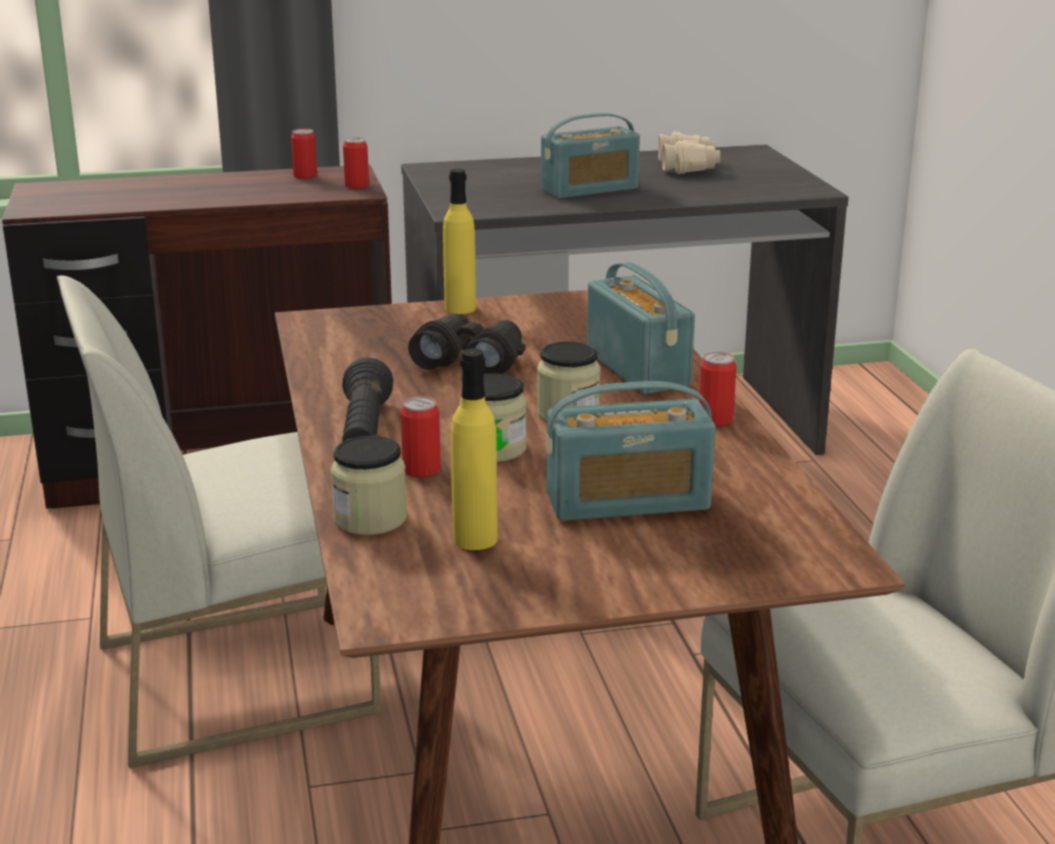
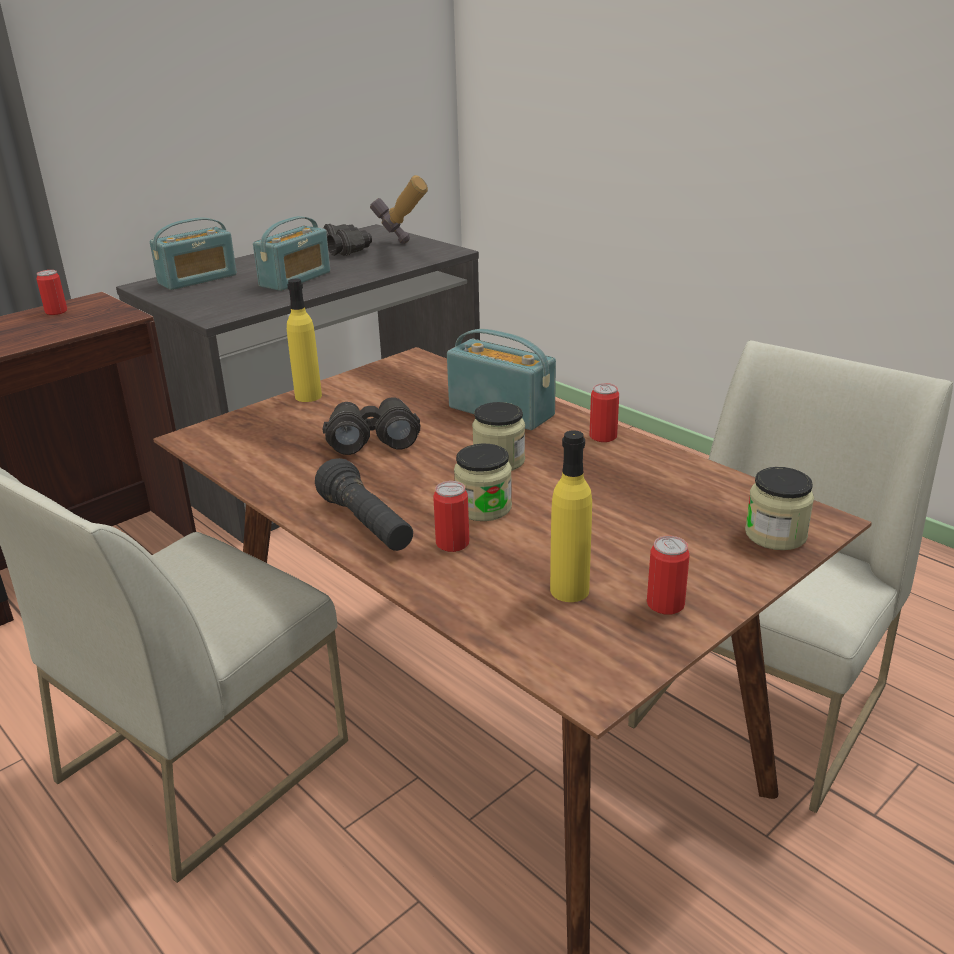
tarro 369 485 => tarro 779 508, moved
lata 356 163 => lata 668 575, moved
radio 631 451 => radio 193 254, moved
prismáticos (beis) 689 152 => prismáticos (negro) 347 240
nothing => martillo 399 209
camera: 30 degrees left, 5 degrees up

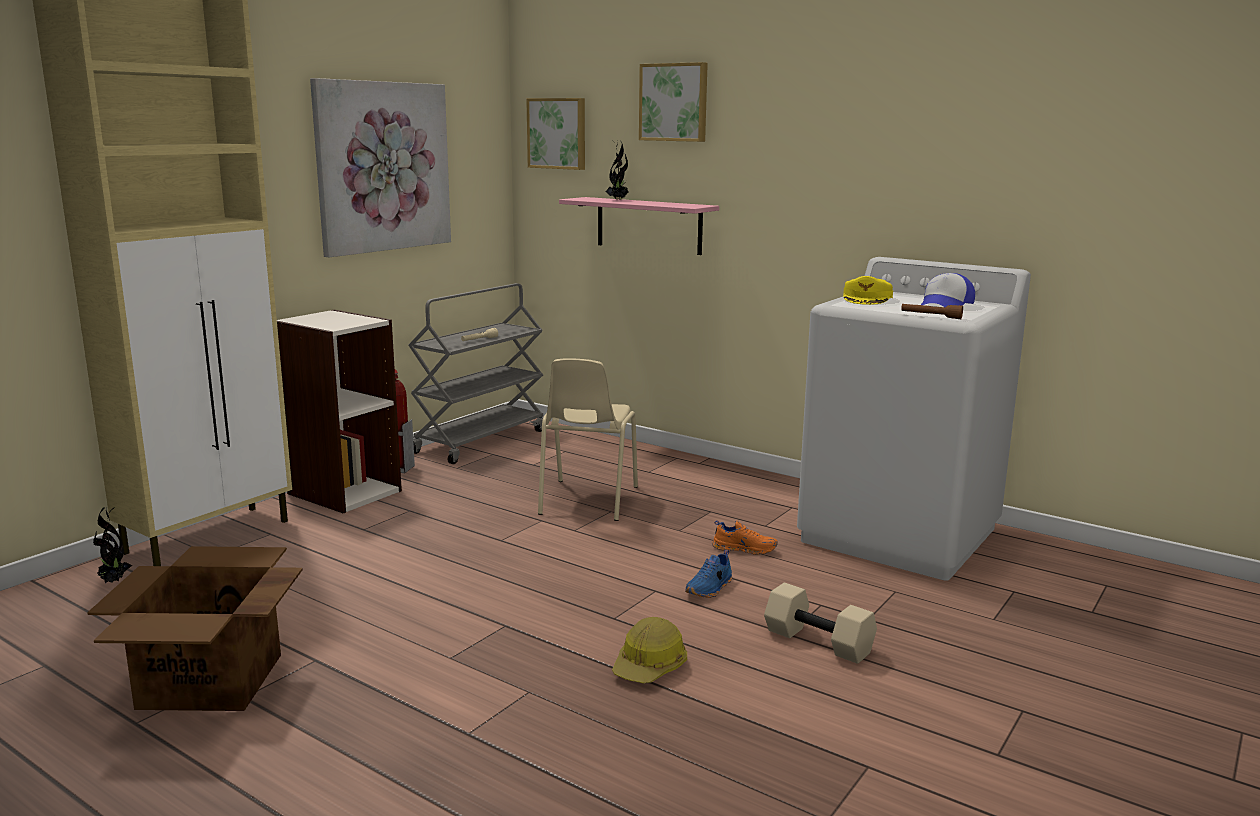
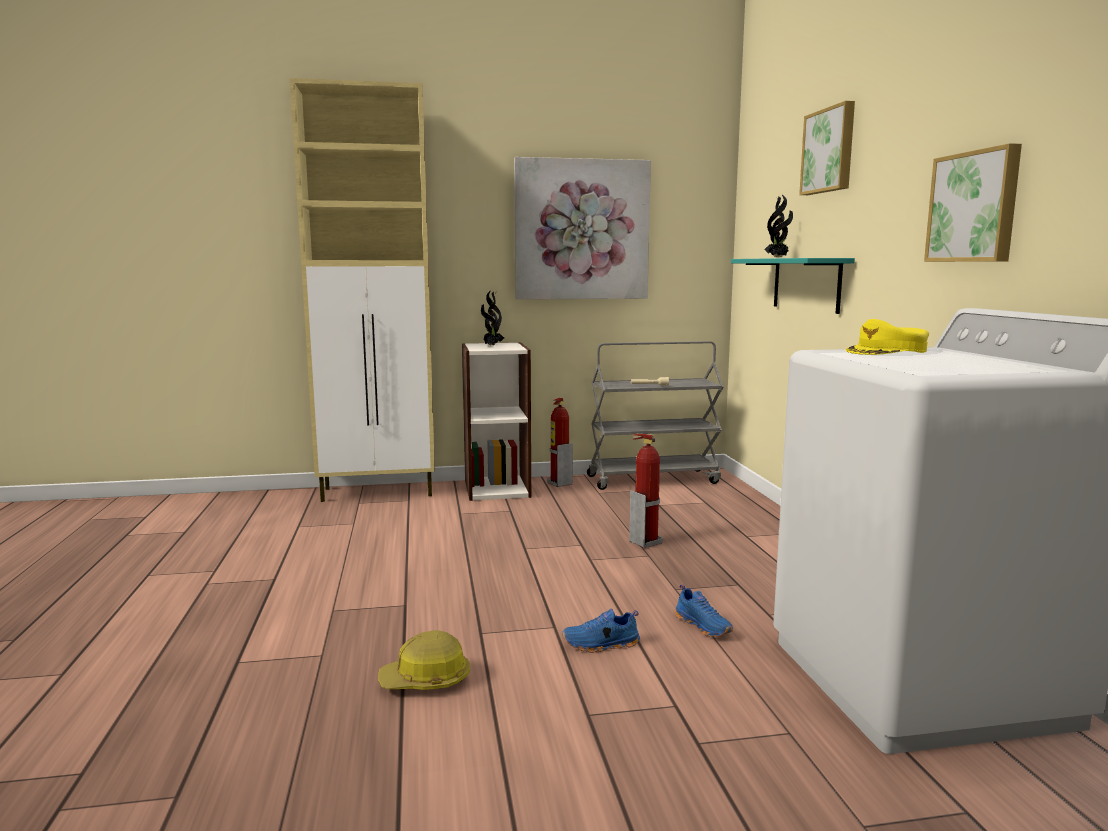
caja de cartón 195 628 => nothing
planta en maceta 112 545 => planta en maceta 492 317, moved
cuadro 555 134 => cuadro 973 202, moved
silla (beis) 588 439 => extintor 646 490
estante (rosa) 639 226 => estante (turquesa) 793 286
zapato (naranja) 745 537 => zapato (azul) 704 610
mancuerna (beis) 820 623 => nothing
linterna (marrón) 932 311 => nothing
gorra 948 290 => nothing
camera: 45 degrees right, 5 degrees down

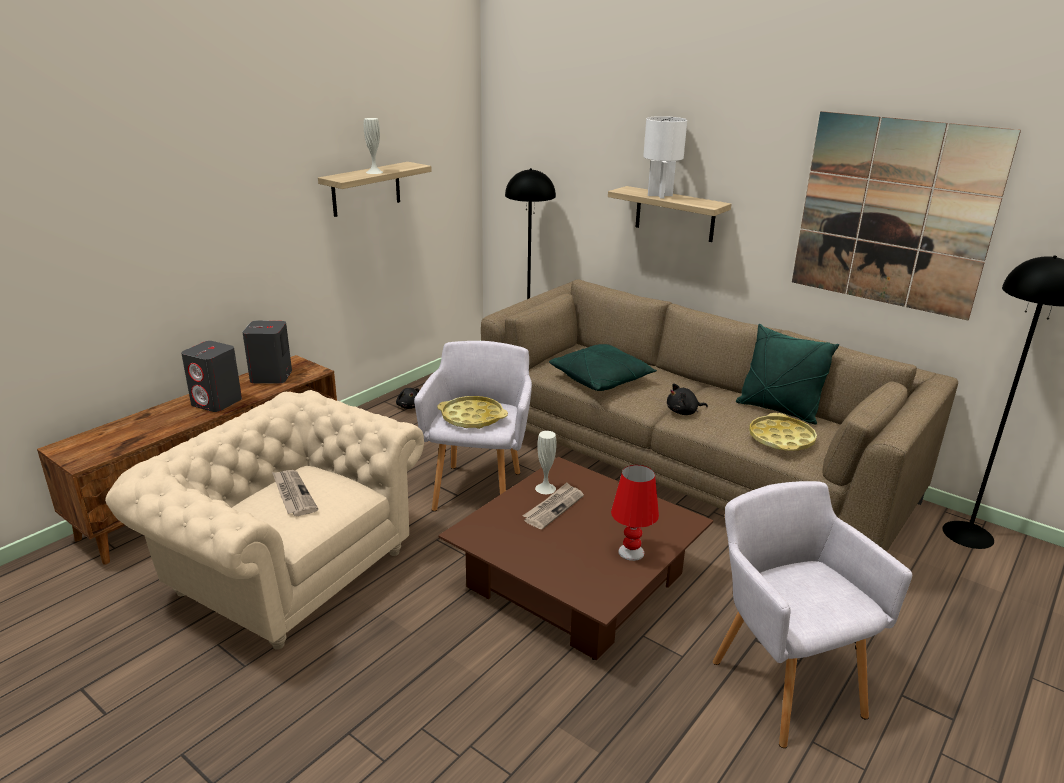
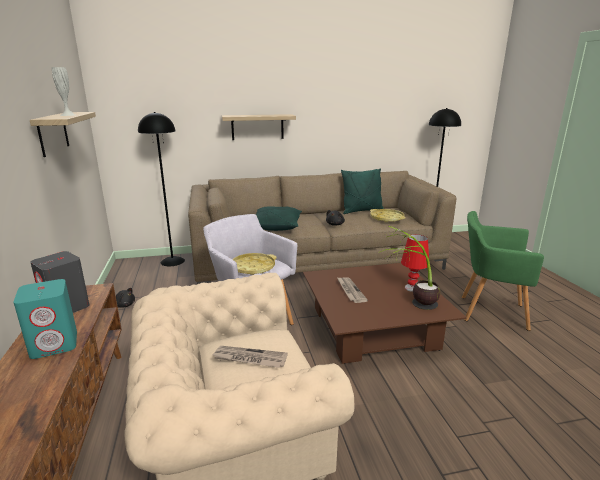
altavoz (gris) 211 376 => altavoz (turquesa) 45 319
florero (blanco) 546 462 => nothing
lámpara de mesa (blanco) 665 157 => nothing
sillón (gris) 812 614 => sillón (verde) 503 271
cuadro 906 215 => nothing
nothing => planta en maceta 410 267
camera: 50 degrees left, 5 degrees down

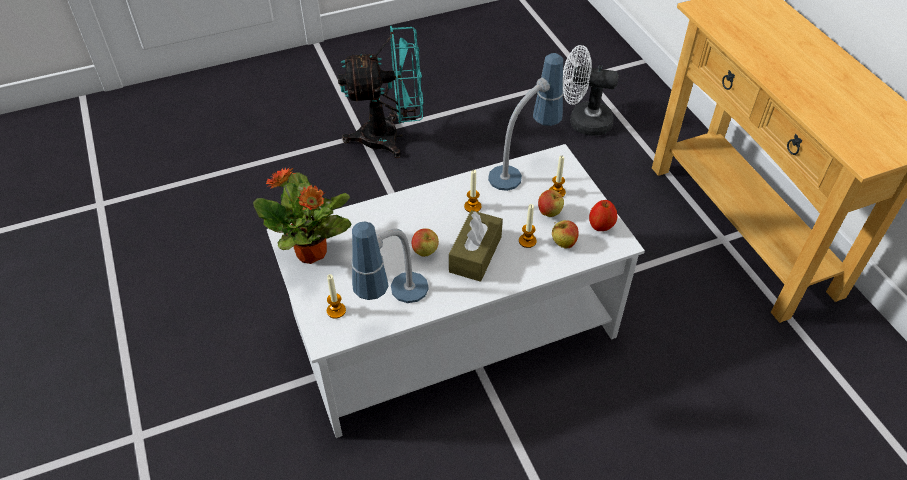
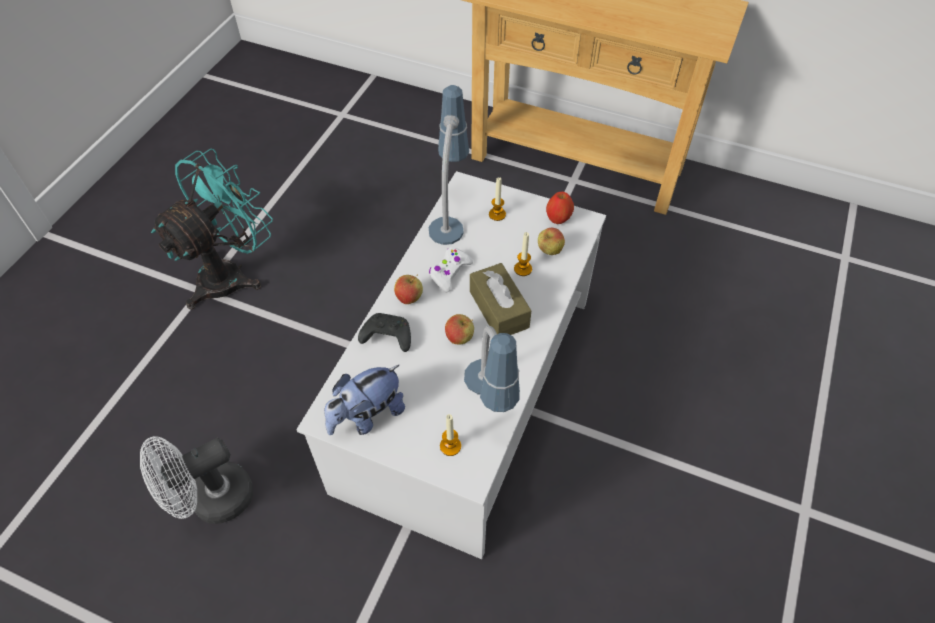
planta en maceta 302 215 => peluche 364 400
vela 472 191 => mando de consola (blanco) 451 269
manzana 551 203 => manzana 408 289, moved
ventilador (blanco) 591 90 => ventilador (blanco) 196 480, moved
nothing => mando de consola (negro) 384 332
camera: 45 degrees left, 5 degrees up

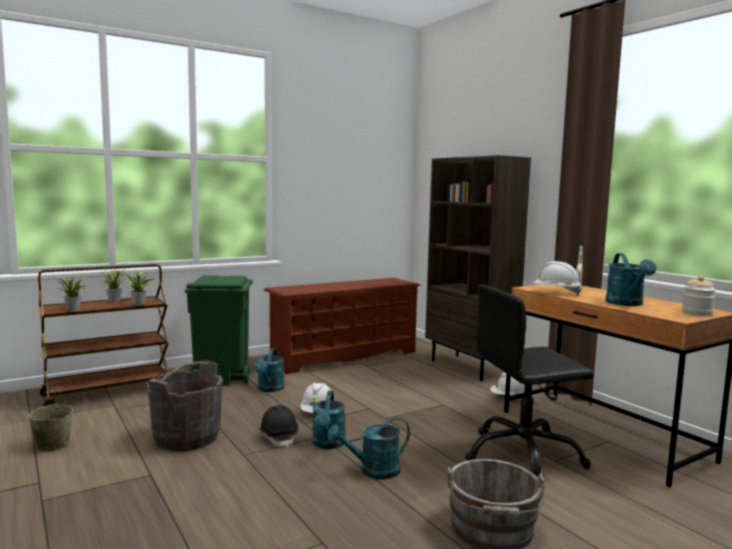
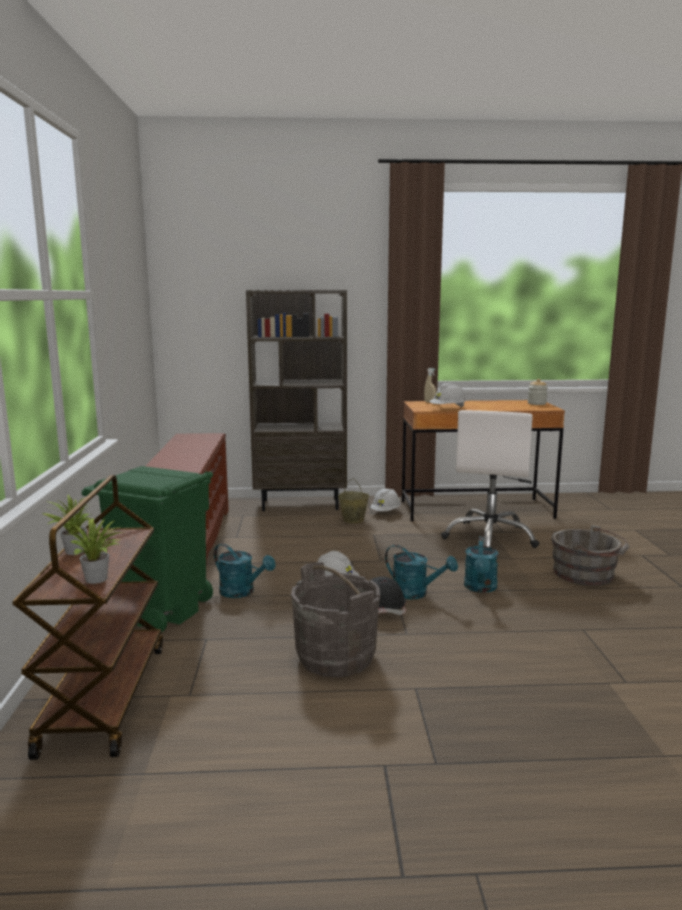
cubo (beis) 50 420 => cubo (beis) 353 500, moved
planta en maceta 139 287 => nothing
silla de oficina (negro) 529 380 => silla de oficina (blanco) 490 479
regadera (turquesa) 631 279 => nothing
camera: 60 degrees left, 5 degrees up

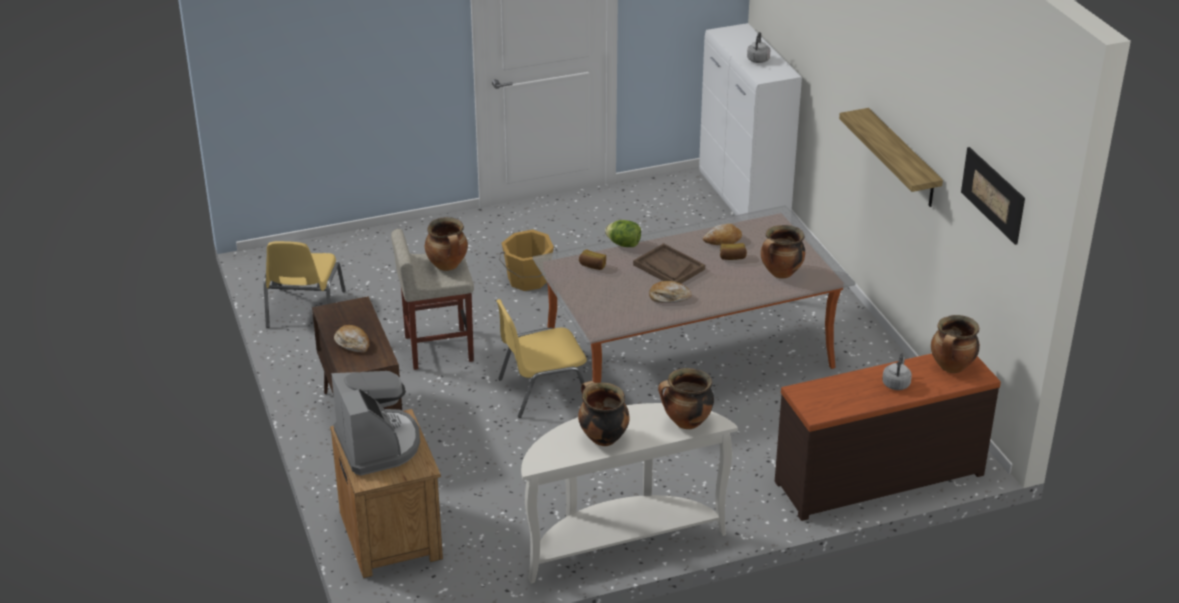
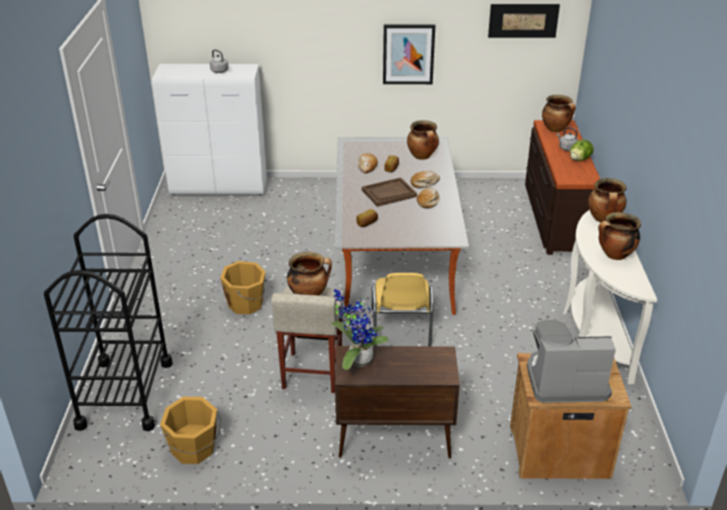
silla (amarillo) 305 284 => cubo (naranja) 190 430
pan 352 339 => pan 425 179, moved
lechuga 623 233 => lechuga 582 150, moved
estante 891 157 => cuadro 409 54
nothing => carrito (negro) 108 322
nothing => planta en maceta 359 329
camera: 70 degrees left, 0 degrees up

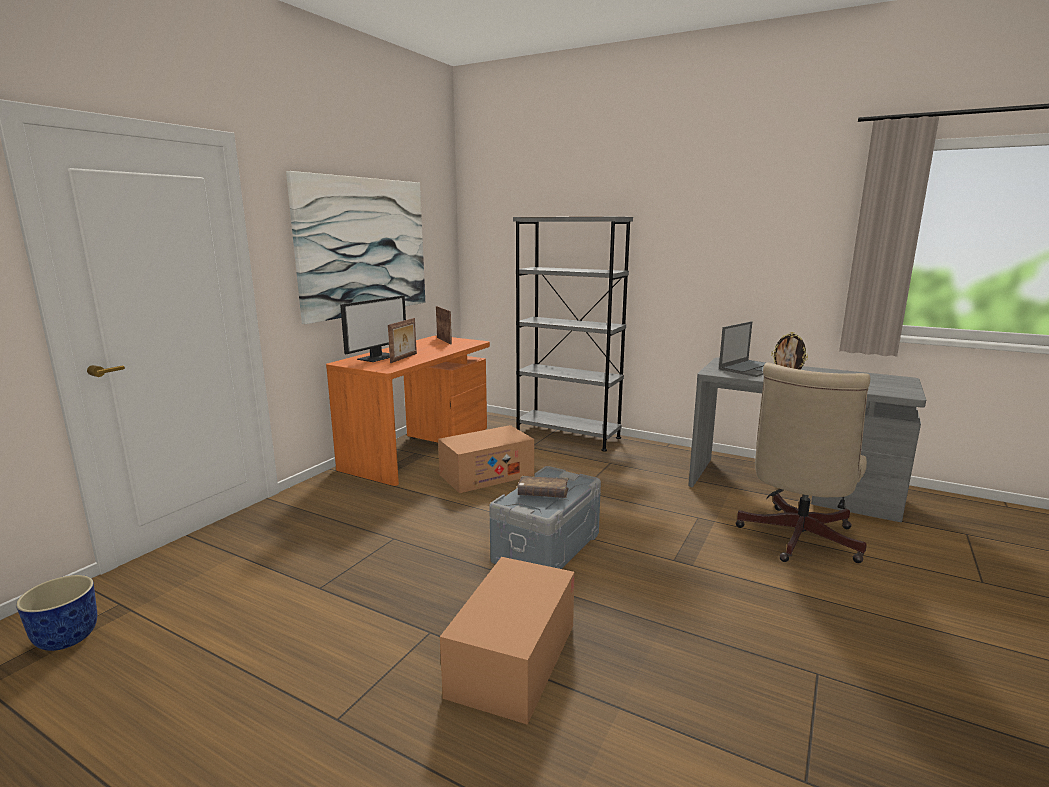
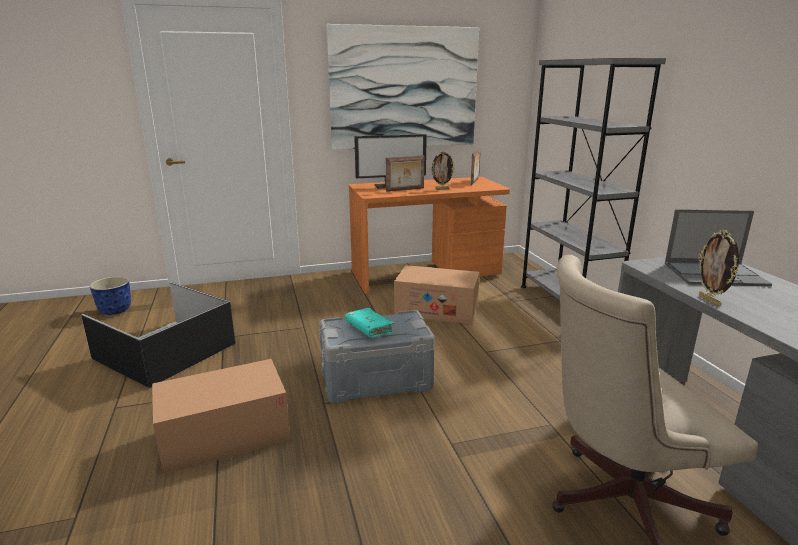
libro (marrón) 543 487 => libro (turquesa) 370 323
nothing => caja de almacenaje (negro) 158 334
nothing => portarretratos 443 170
camera: 45 degrees right, 5 degrees up

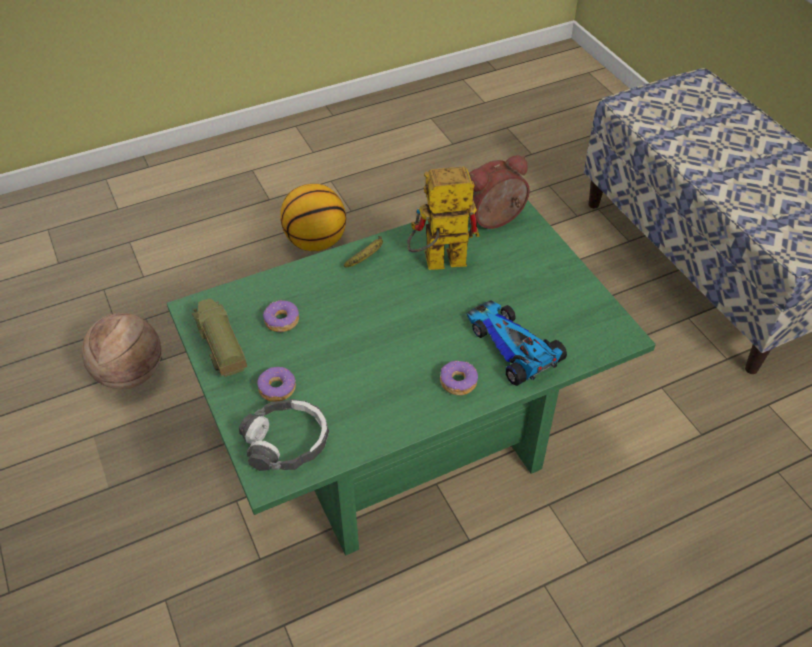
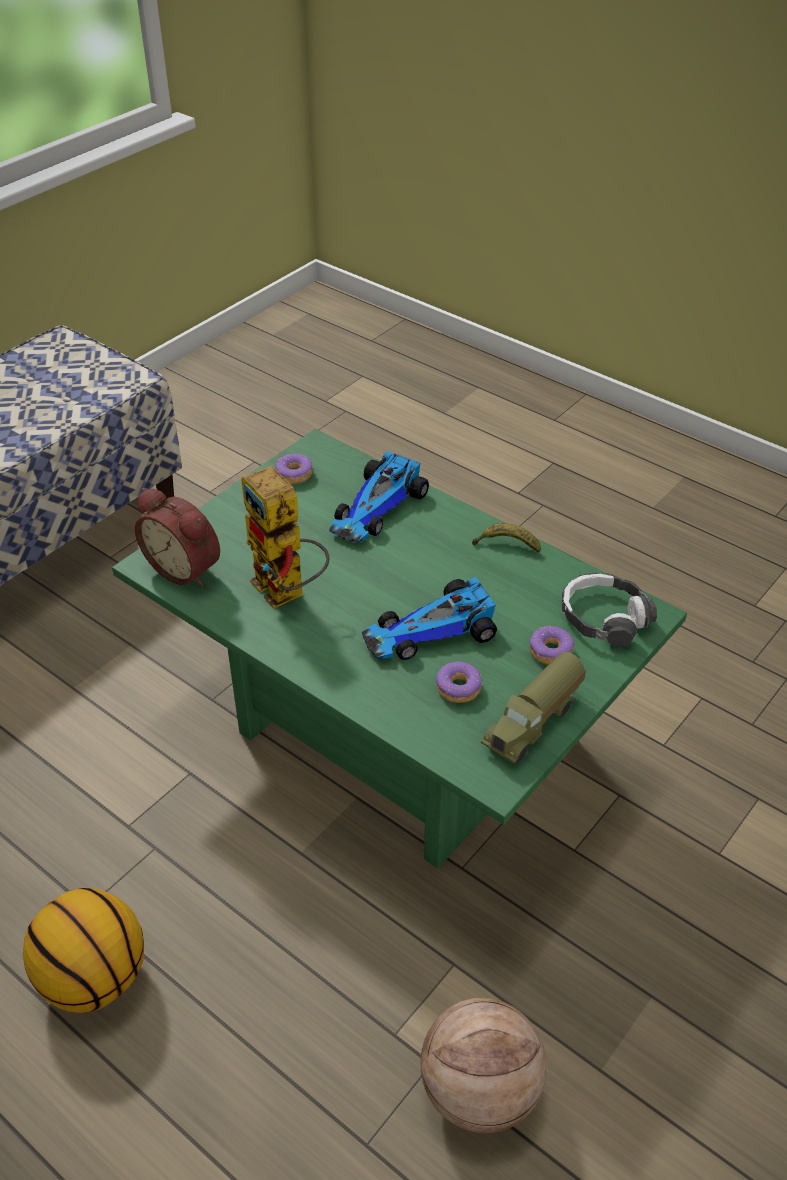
plátano 363 252 => plátano 506 537, moved
rosquilla 459 378 => rosquilla 294 469, moved
nothing => coche de juguete 429 618
camera: 115 degrees left, 5 degrees down

